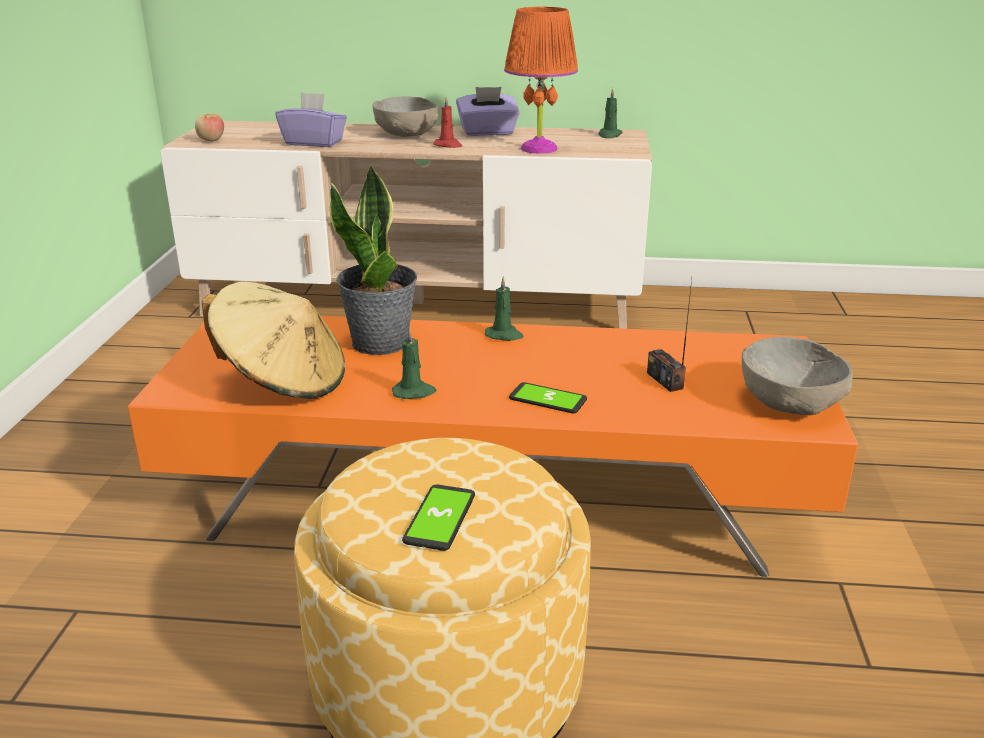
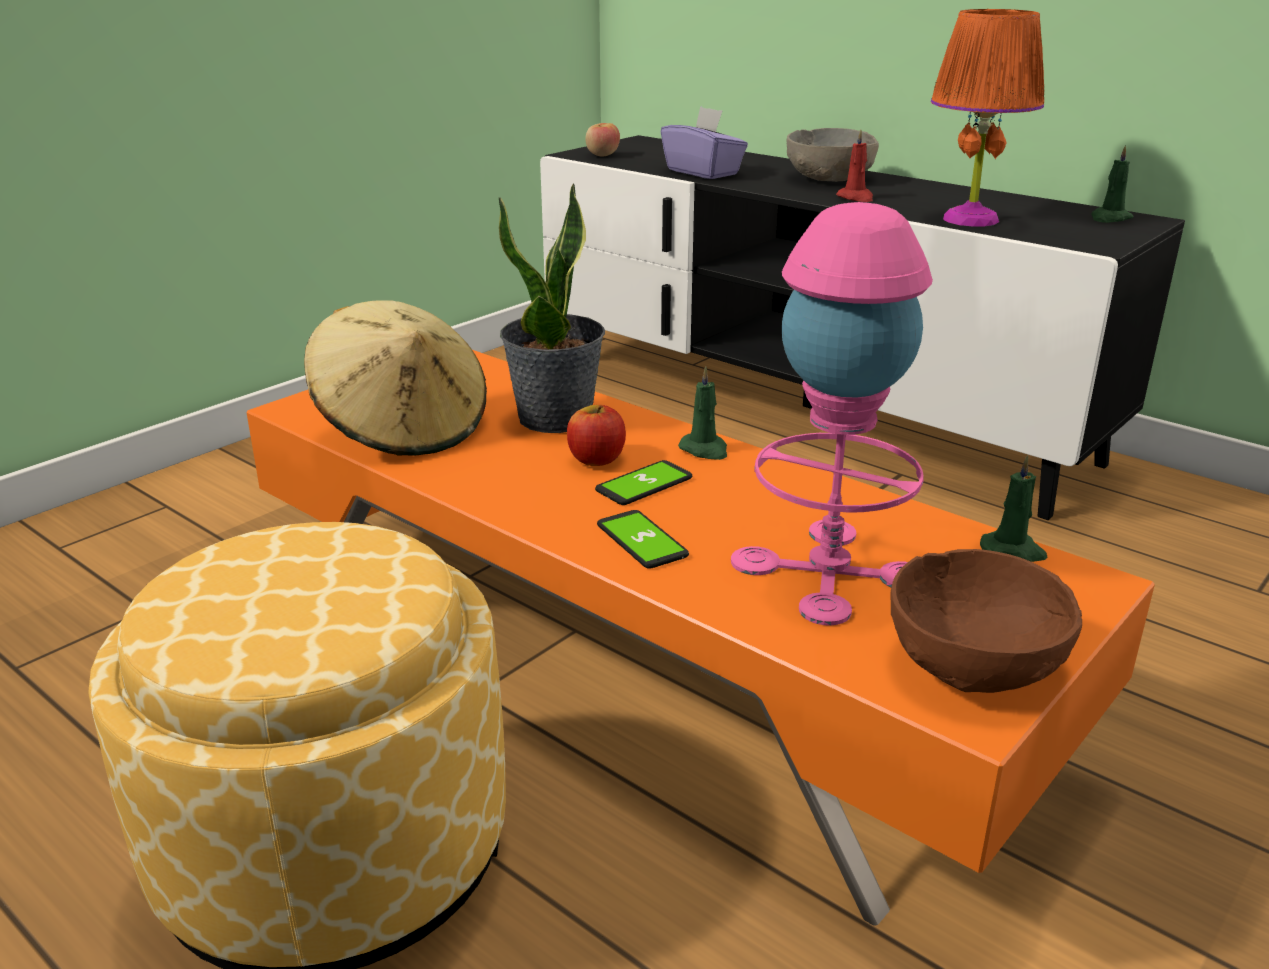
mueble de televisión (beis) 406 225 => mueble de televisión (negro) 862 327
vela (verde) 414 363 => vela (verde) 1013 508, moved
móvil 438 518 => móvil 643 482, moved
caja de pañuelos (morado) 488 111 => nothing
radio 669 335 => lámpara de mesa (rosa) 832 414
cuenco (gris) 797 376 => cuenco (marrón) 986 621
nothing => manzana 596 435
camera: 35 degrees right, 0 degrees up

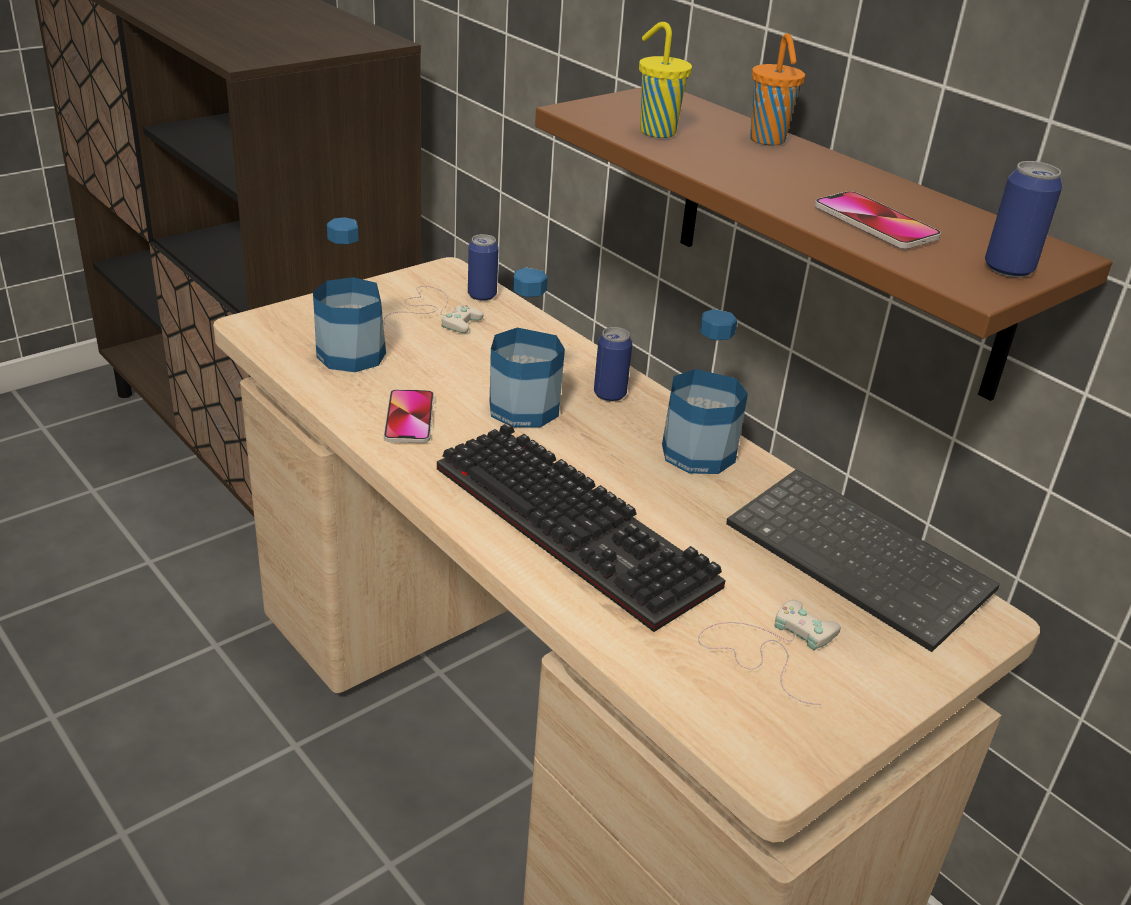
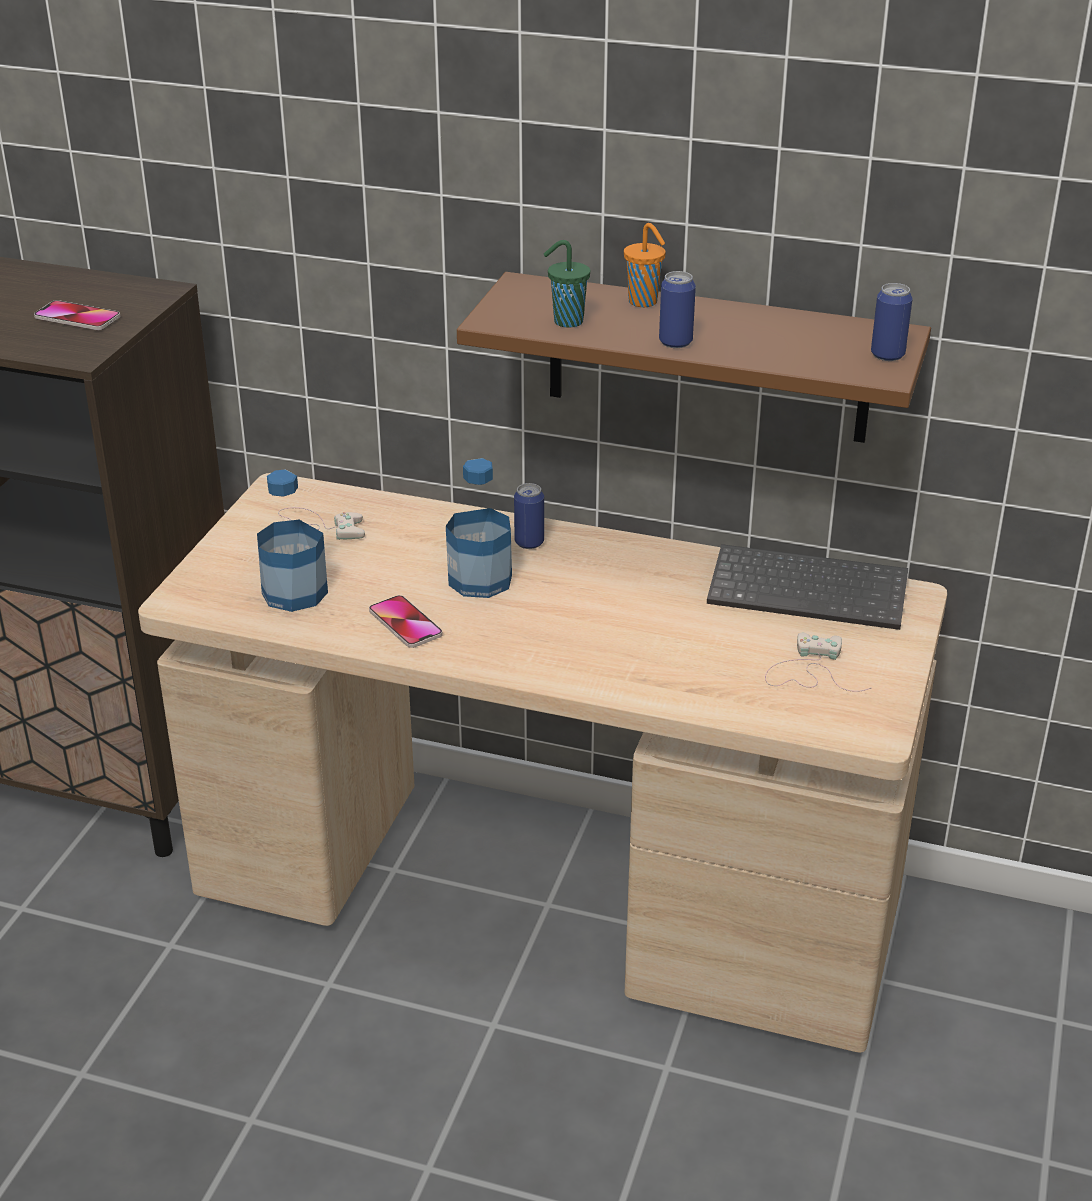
teclado 581 527 => nothing
lata 483 267 => lata 677 309, moved
taza (amarillo) 665 80 => taza (verde) 567 284
botella 705 391 => nothing
móvil 878 220 => móvil 77 315, moved
camera: 30 degrees left, 0 degrees up

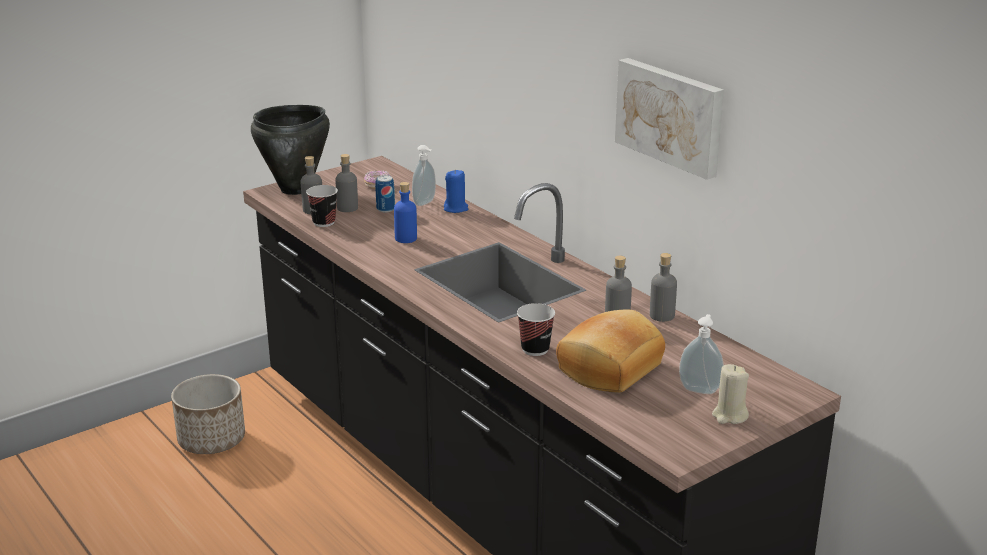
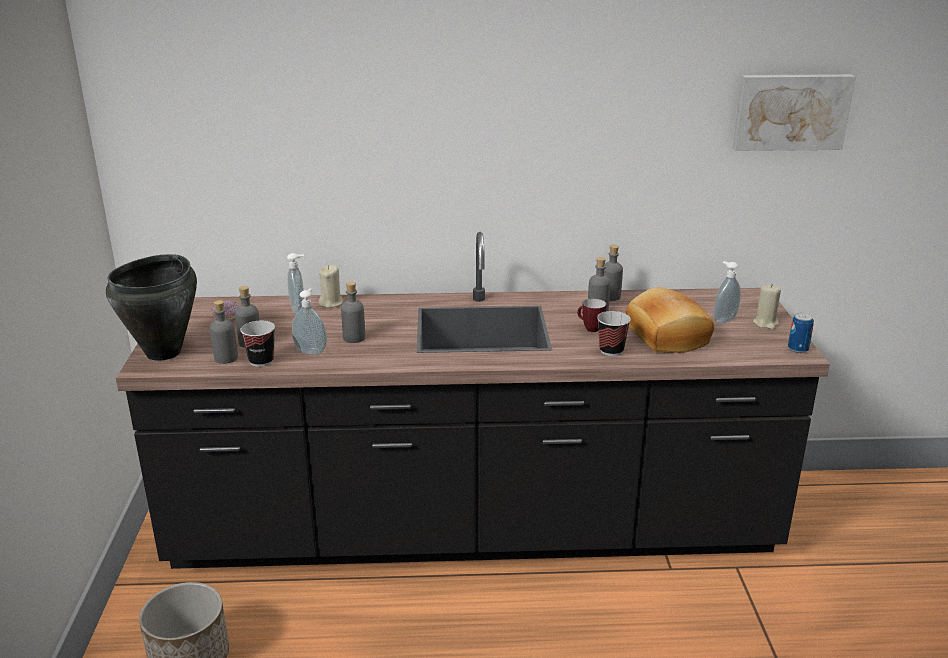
lata 385 193 => lata 801 333, moved
botella (azul) 405 212 => botella (gris) 353 312
vela (azul) 456 191 => vela (beis) 330 286
cuadro 669 119 => cuadro 794 112, moved
nothing => dispensador de jabón 309 321
nothing => taza grande 591 315
camera: 55 degrees left, 0 degrees up

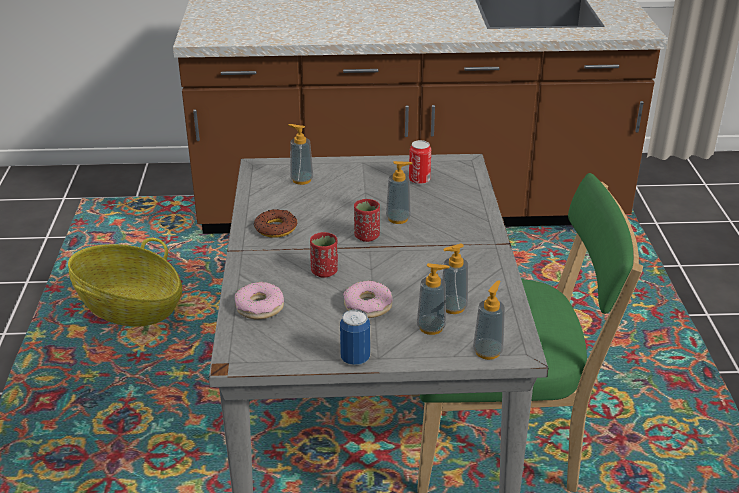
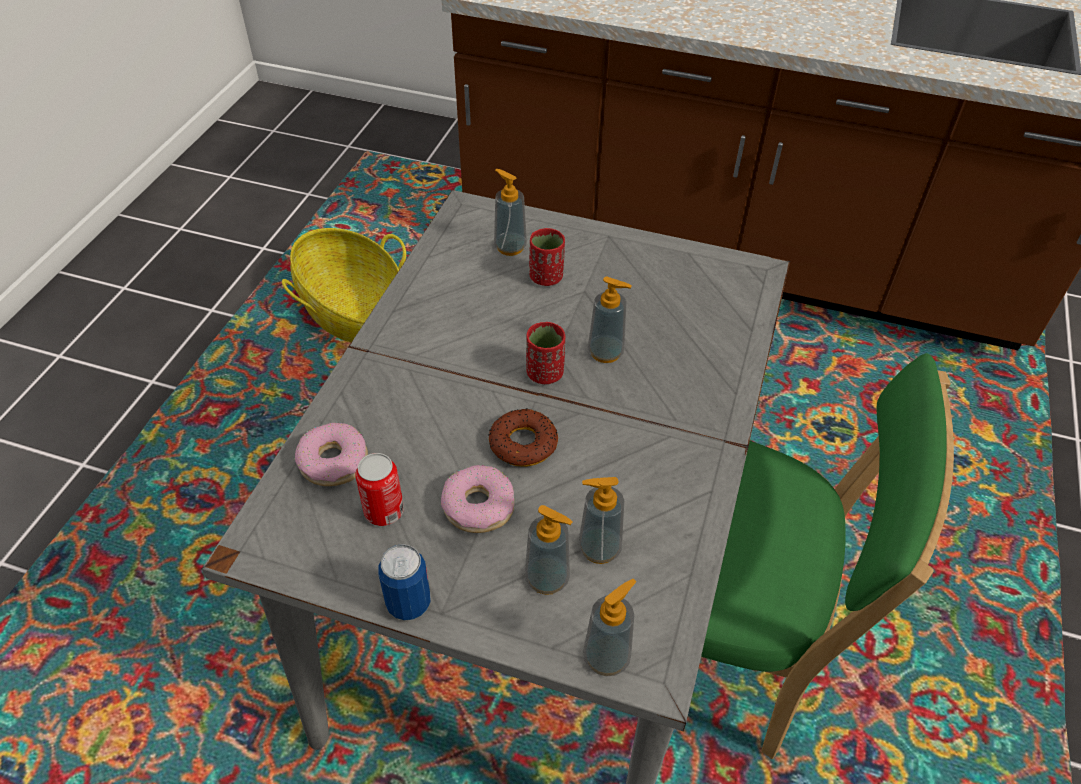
rosquilla 275 223 => rosquilla 523 437, moved
taza (rojo) 324 255 => taza (rojo) 547 257, moved
lata 420 162 => lata 379 489, moved
camera: 20 degrees right, 15 degrees up

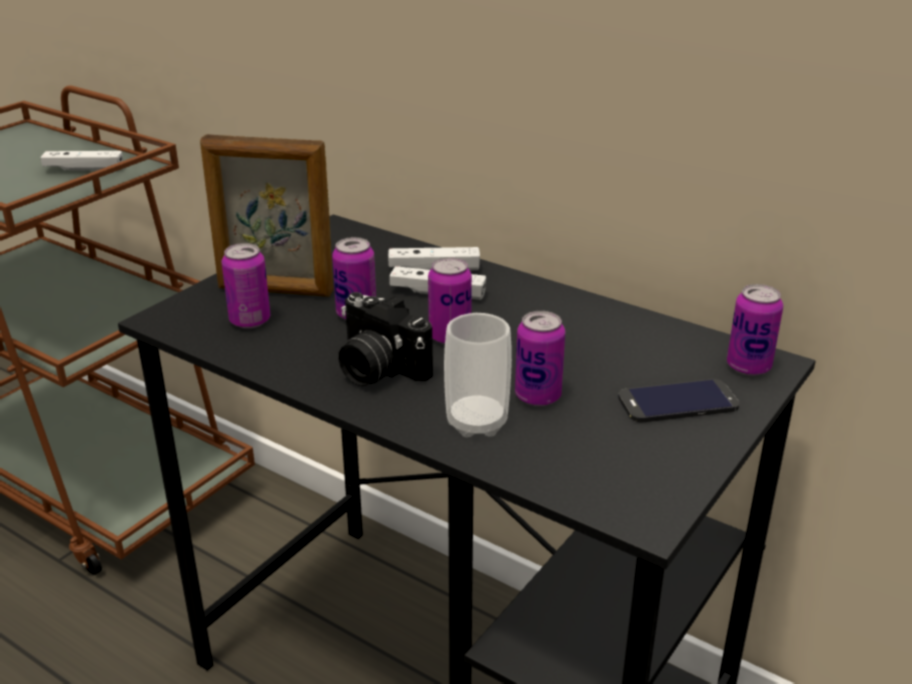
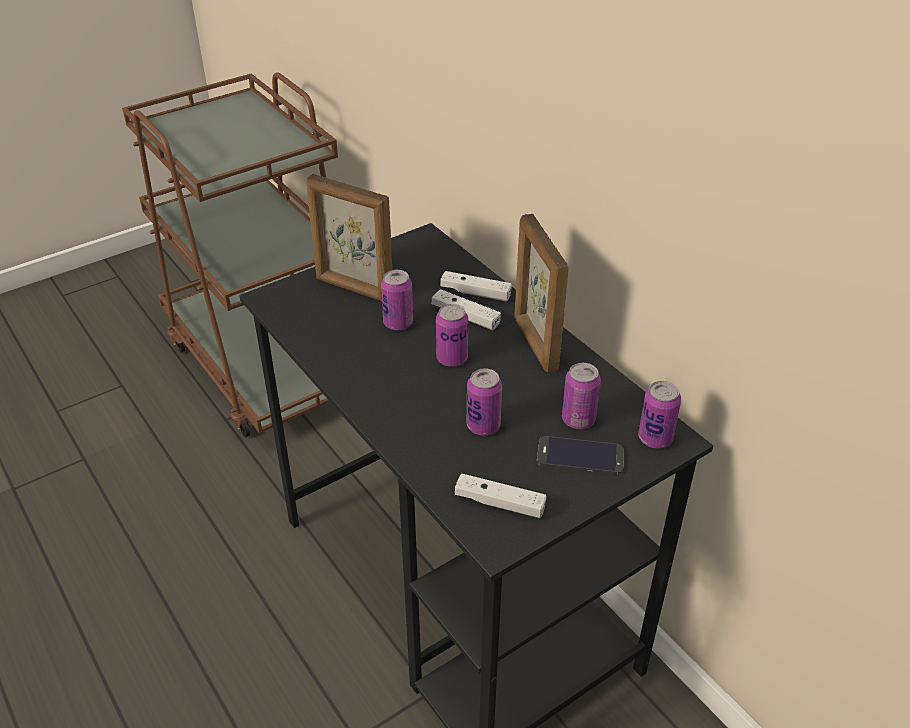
mando de consola (blanco) 82 161 => mando de consola (blanco) 501 496, moved
lata 245 286 => lata 581 396, moved
cámara 386 339 => nothing
taza 478 375 => nothing
nothing => portarretratos 541 293
camera: 20 degrees right, 10 degrees up

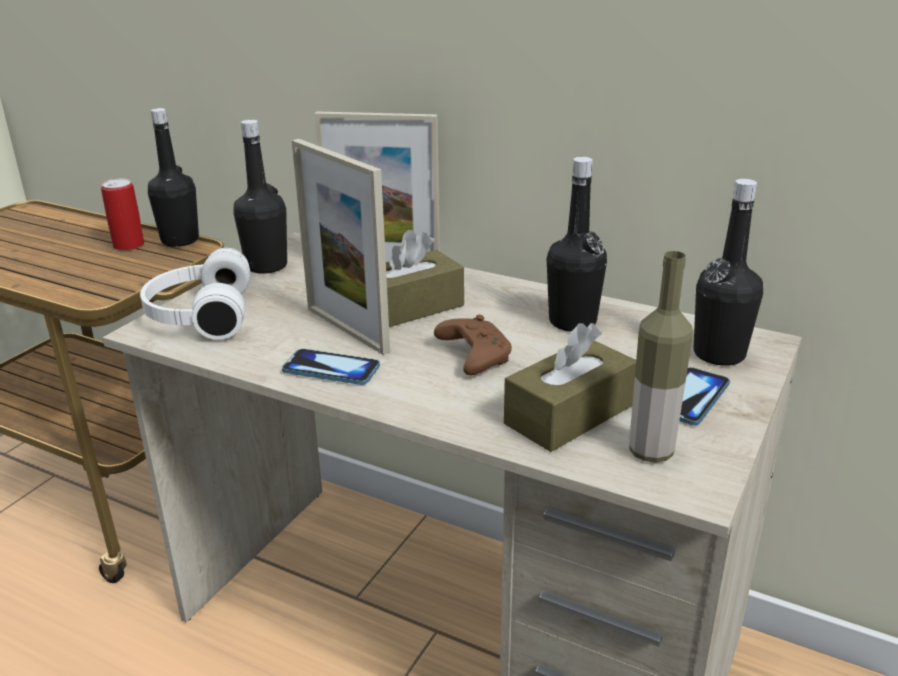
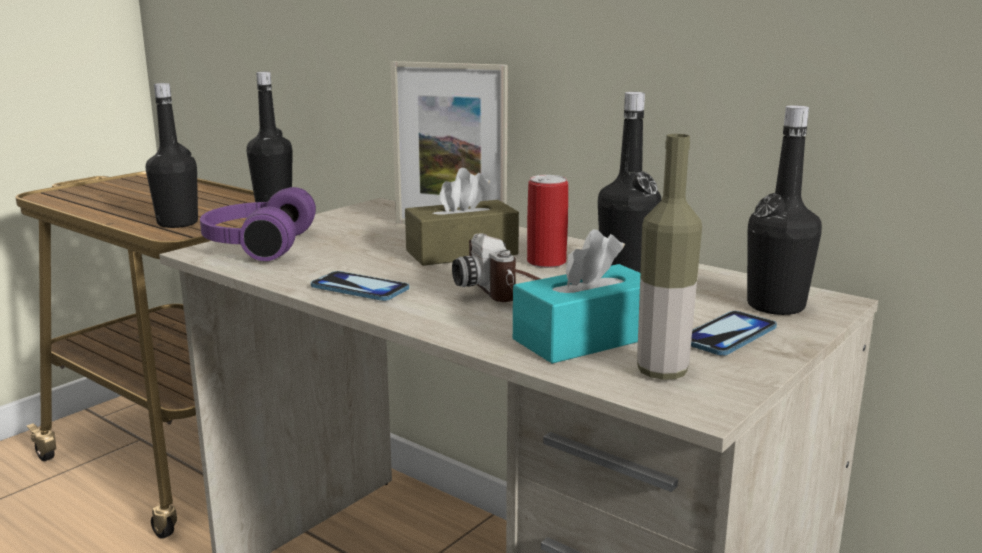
lata 122 215 => lata 547 221, moved
auriculares (blanco) 195 294 => auriculares (morado) 258 224
botella (negro) 260 196 => botella (negro) 172 155, moved
portarretratos 341 247 => nothing
mando de consola (marrón) 473 344 => cámara 496 267
caja de pañuelos (marrón) 570 387 => caja de pañuelos (turquesa) 576 296
camera: 10 degrees right, 10 degrees down

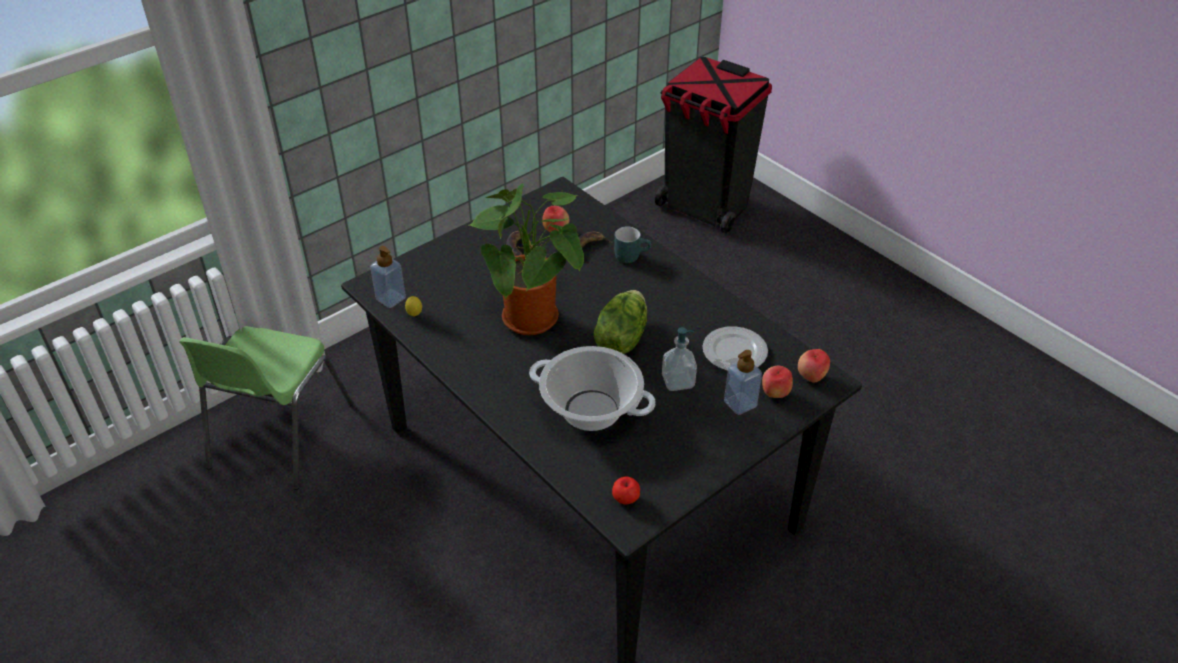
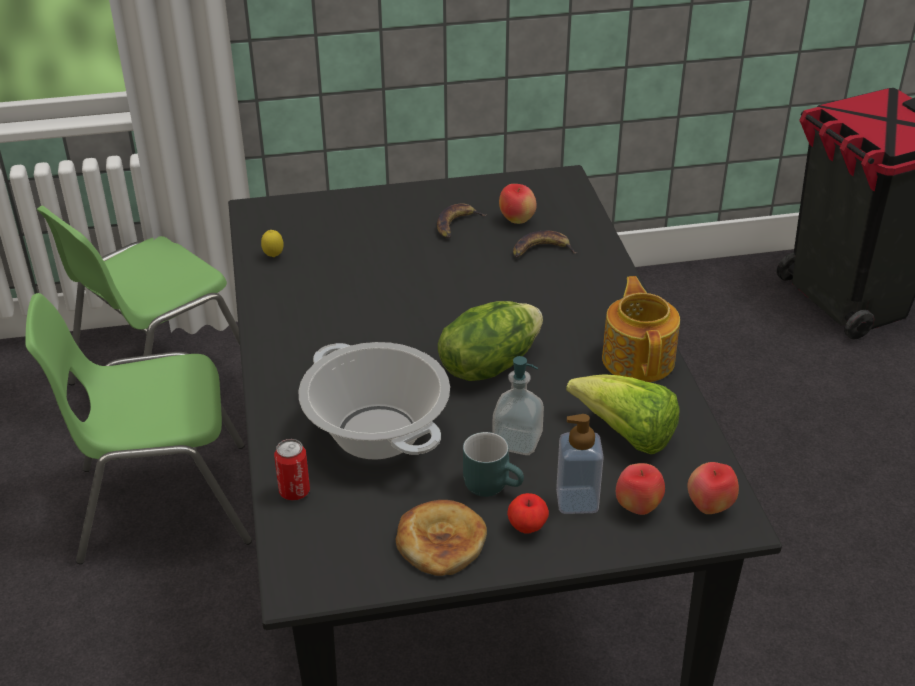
dispensador de jabón 388 277 => nothing
planta en maceta 526 259 => nothing
manzana 626 490 => manzana 528 513, moved
taza grande (turquesa) 632 244 => taza grande (turquesa) 493 464, moved
plato 735 348 => lechuga 622 414
nothing => silla (verde) 138 428
nothing => lata 292 469
nothing => pan 441 538
nothing => tetera 641 329
camera: 30 degrees right, 5 degrees down

